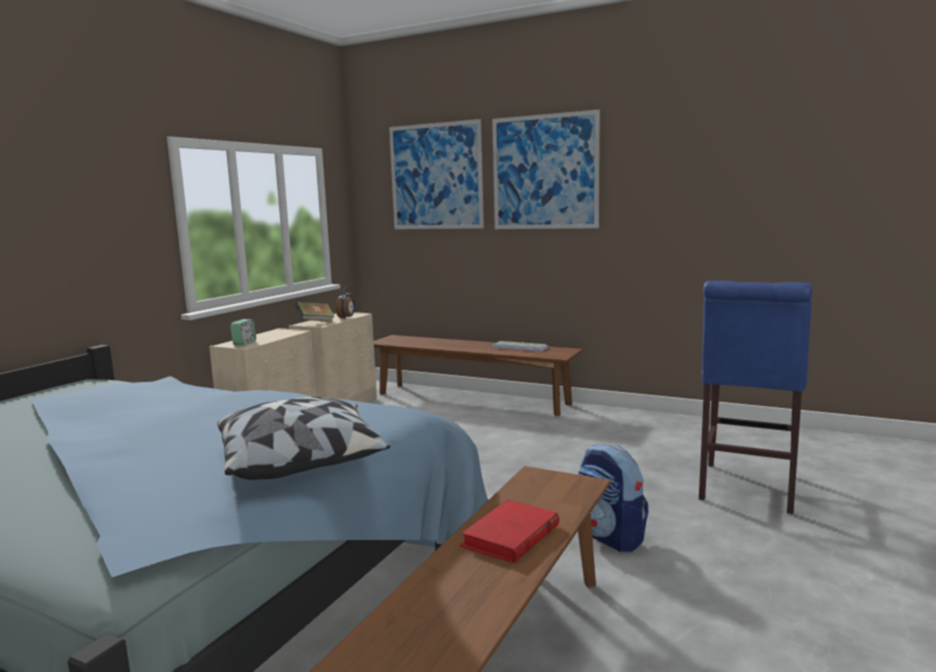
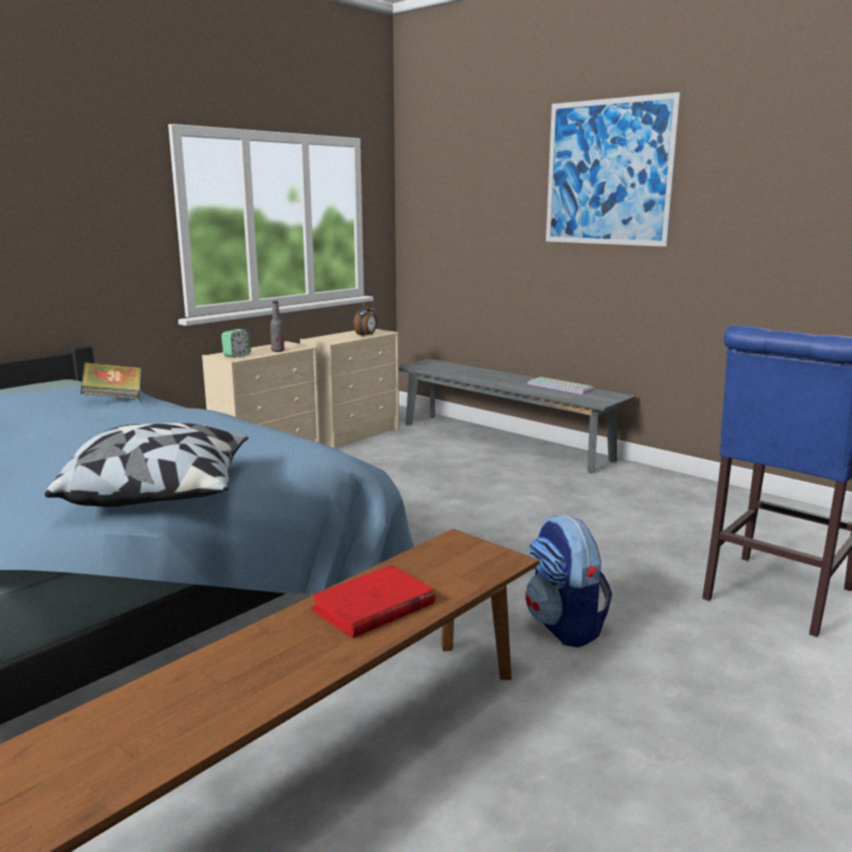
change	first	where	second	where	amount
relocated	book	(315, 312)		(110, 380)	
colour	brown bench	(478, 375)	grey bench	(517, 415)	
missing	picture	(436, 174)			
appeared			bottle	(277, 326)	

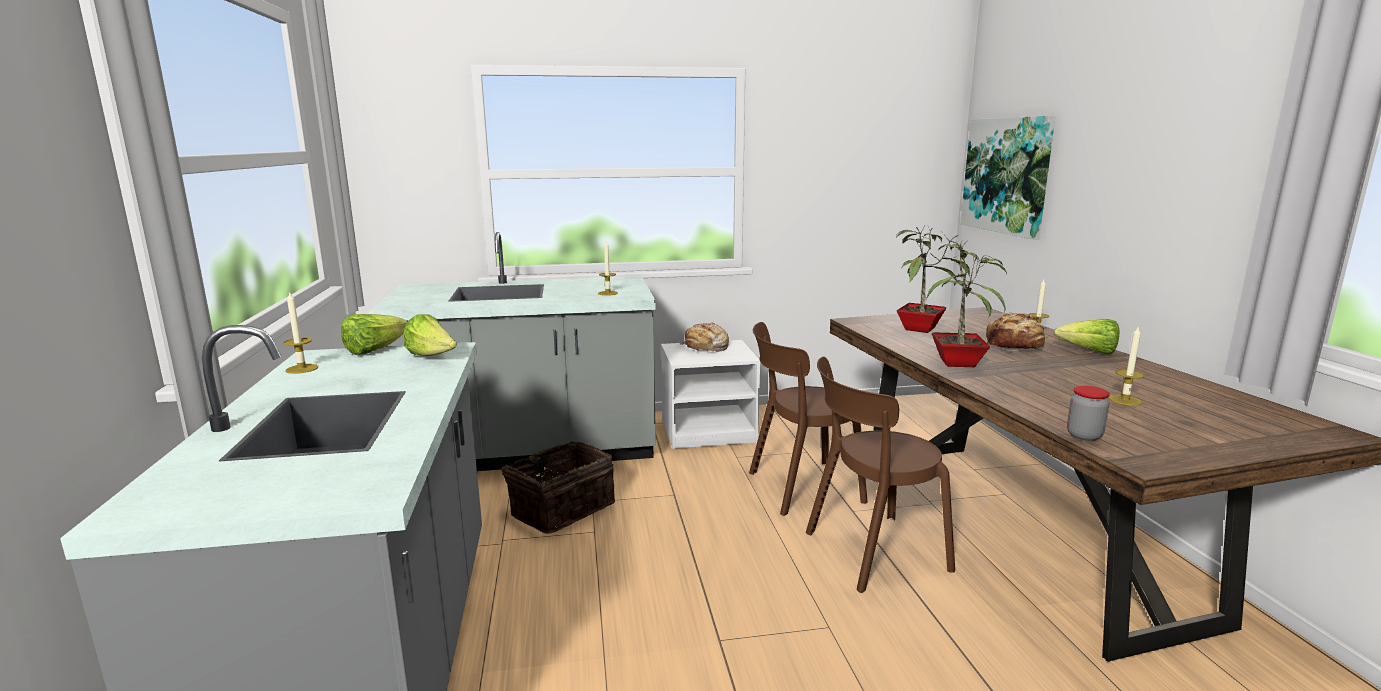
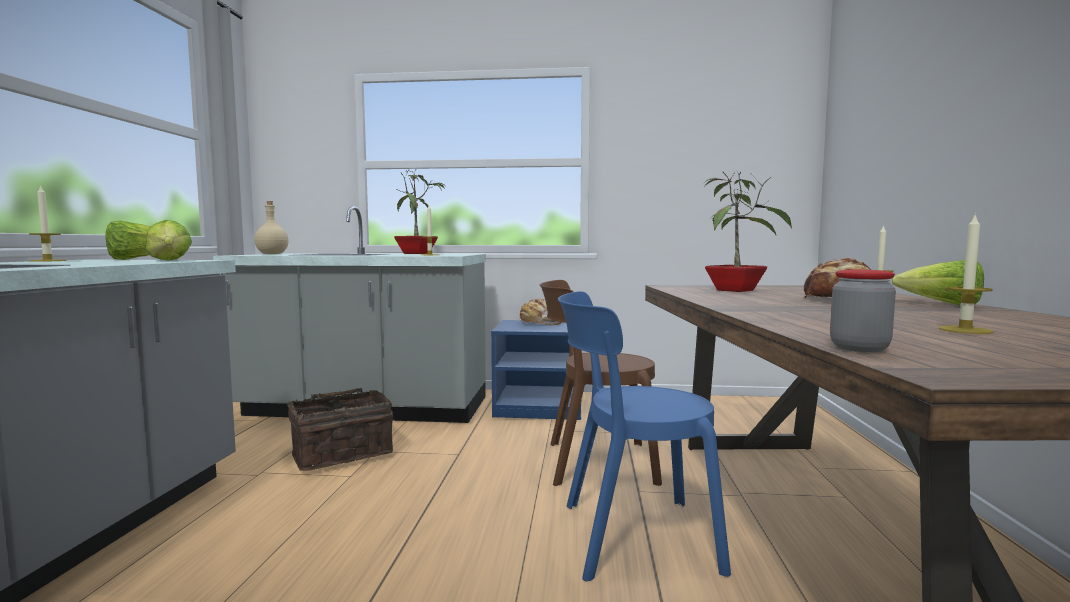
change	first	where	second	where	amount
colour	white nightstand	(710, 394)	blue nightstand	(536, 370)	
colour	brown chair	(880, 475)	blue chair	(644, 436)	
relocated	potted plant	(966, 304)		(419, 212)	
missing	picture	(1007, 177)			
appeared			beige bottle	(271, 227)	

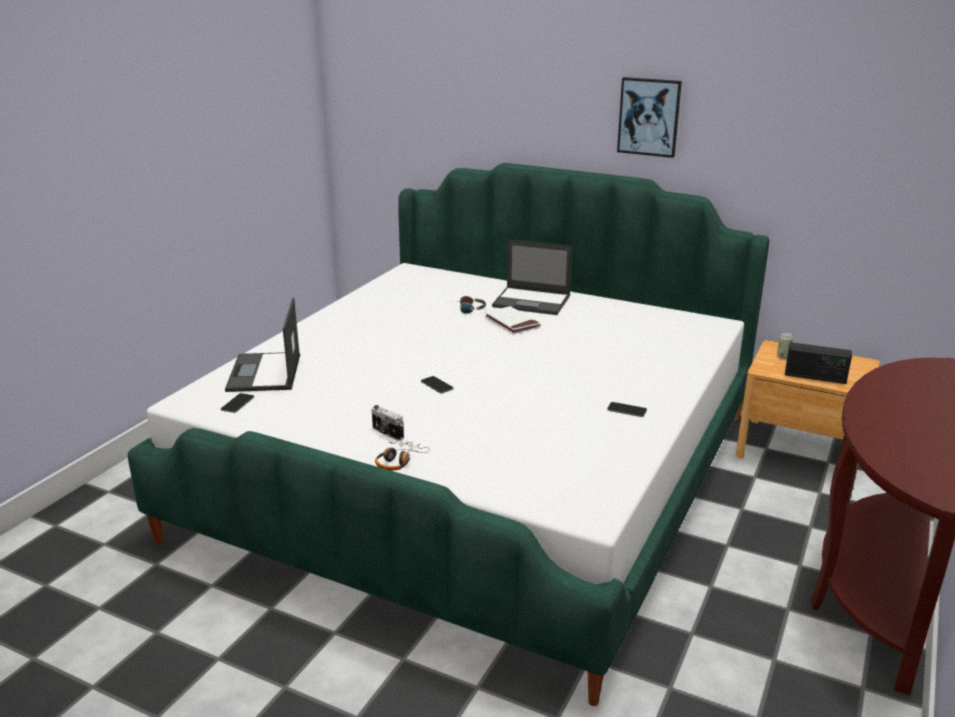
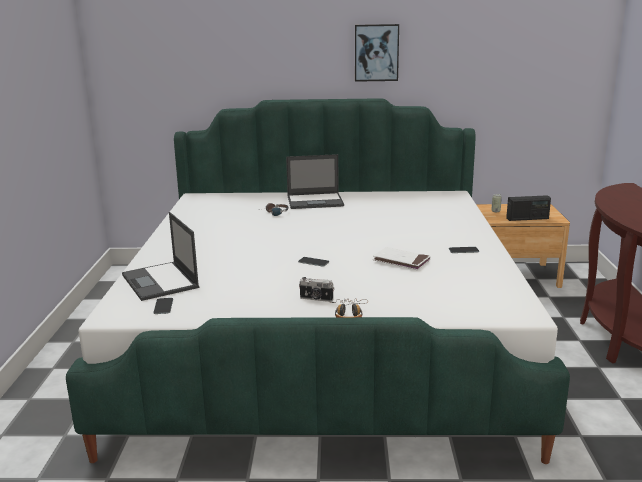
change	first	where	second	where	amount
relocated	white book	(512, 320)		(401, 258)	

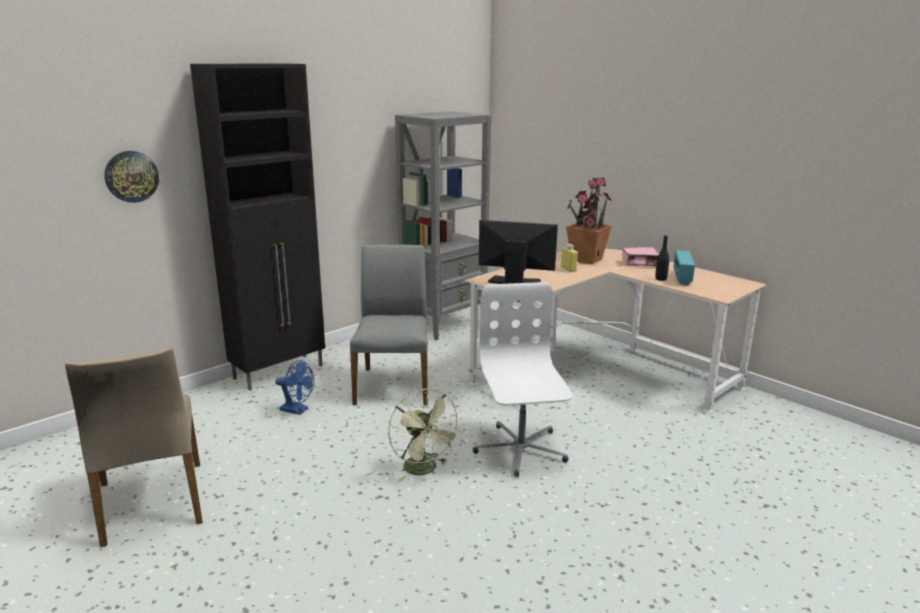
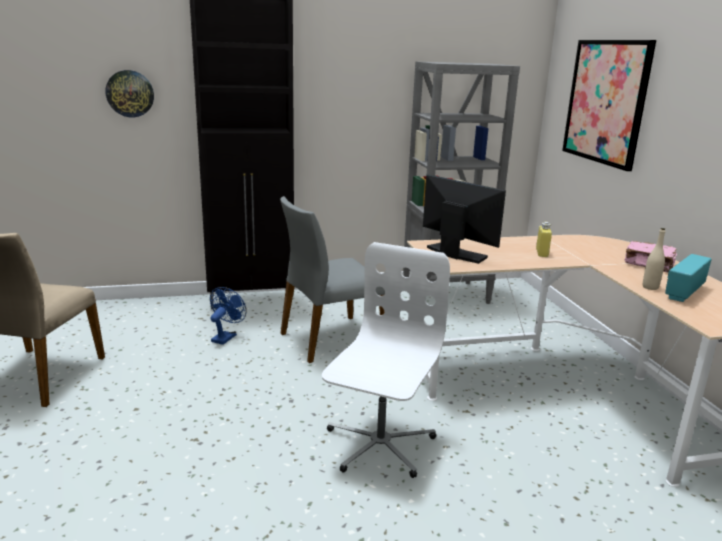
change	first	where	second	where	amount
spun	blue fan	(294, 387)		(228, 316)	120 degrees counterclockwise
spun	grey chair	(389, 325)		(332, 279)	150 degrees counterclockwise
missing	green fan	(425, 435)			
missing	potted plant	(589, 221)			
colour	black bottle	(662, 258)	beige bottle	(654, 259)	
appeared			picture	(609, 105)	

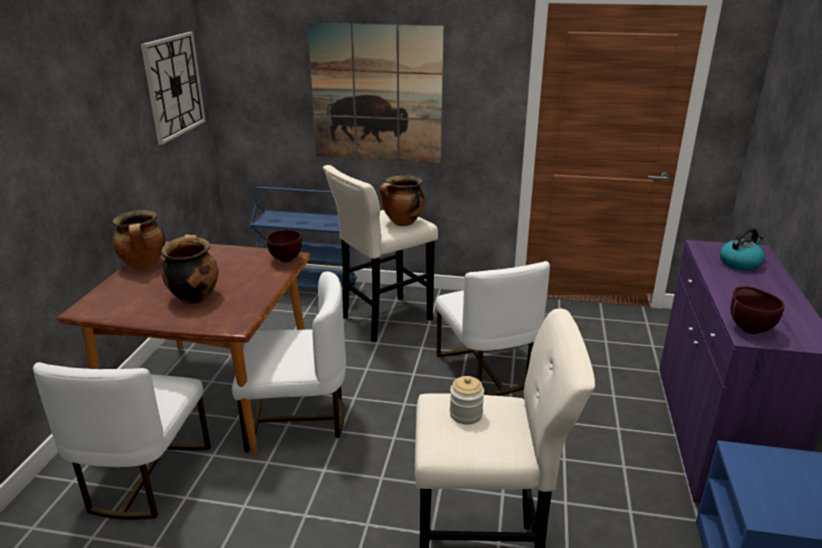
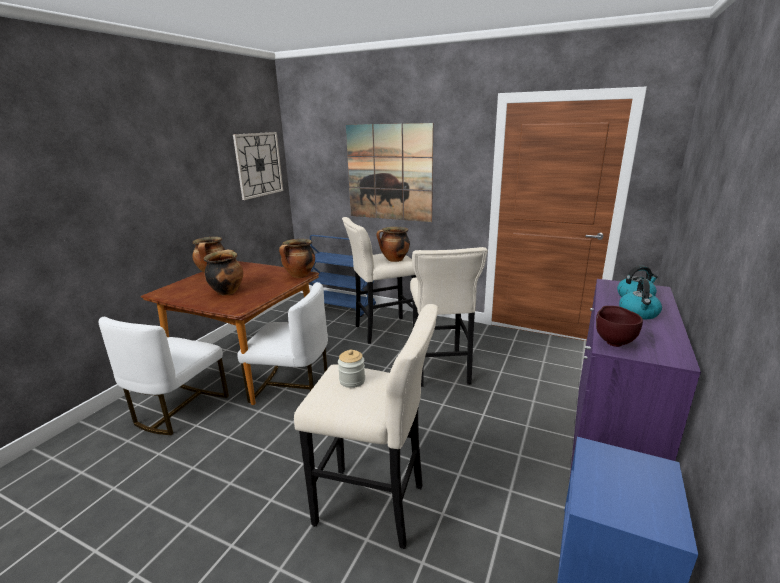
change	first	where	second	where	amount
exchanged	brown bowl	(284, 246)	cooking pot	(297, 258)	
exchanged	white chair	(493, 328)	beige stool	(449, 317)	
appeared			kettle	(640, 299)	

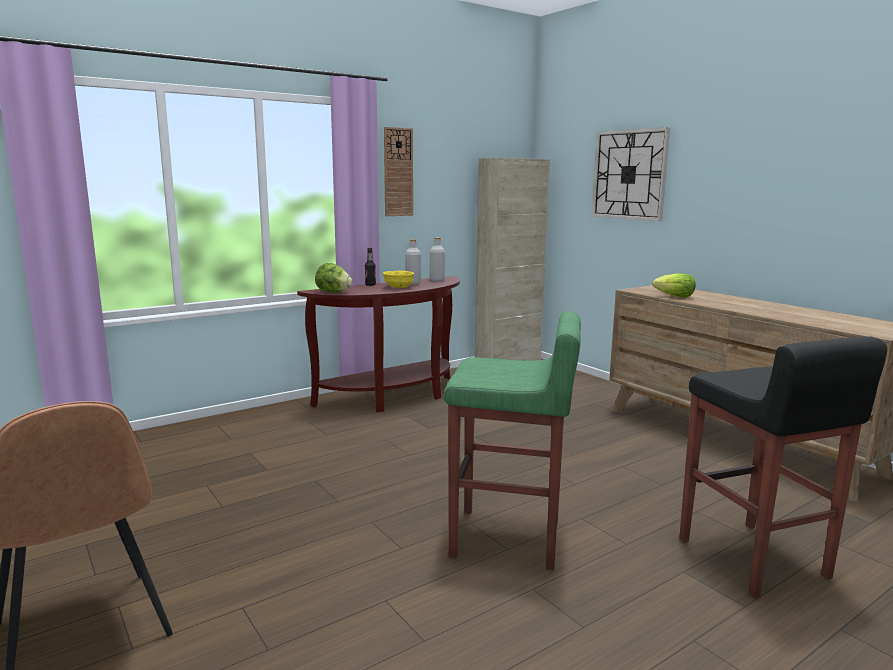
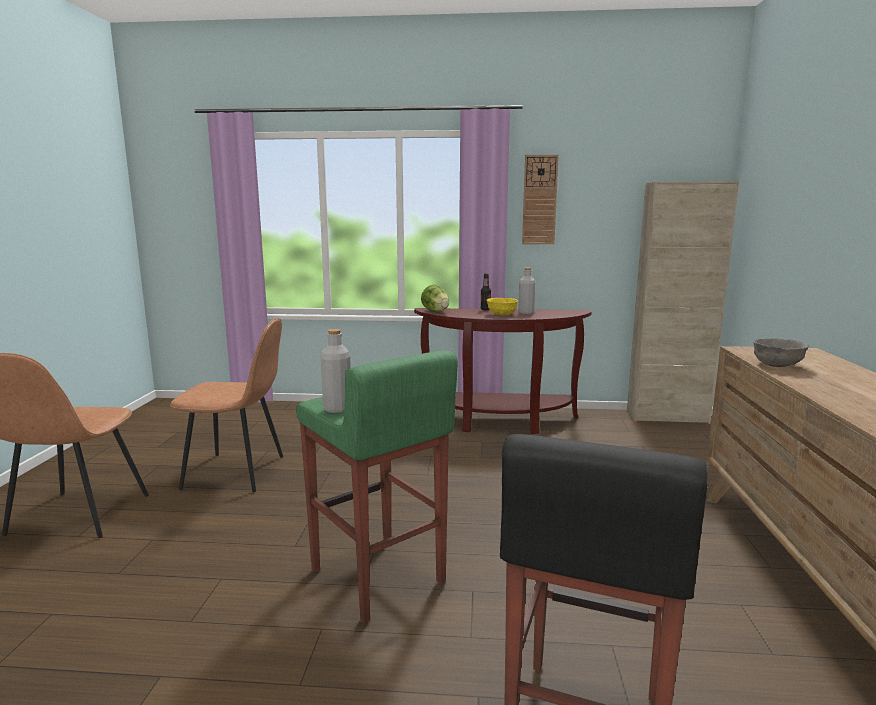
change	first	where	second	where	amount
relocated	grey bottle	(437, 259)		(336, 371)	
missing	wall clock	(631, 174)			
exchanged	lettuce	(674, 285)	grey bowl	(781, 352)	
appeared			brown chair	(226, 405)	

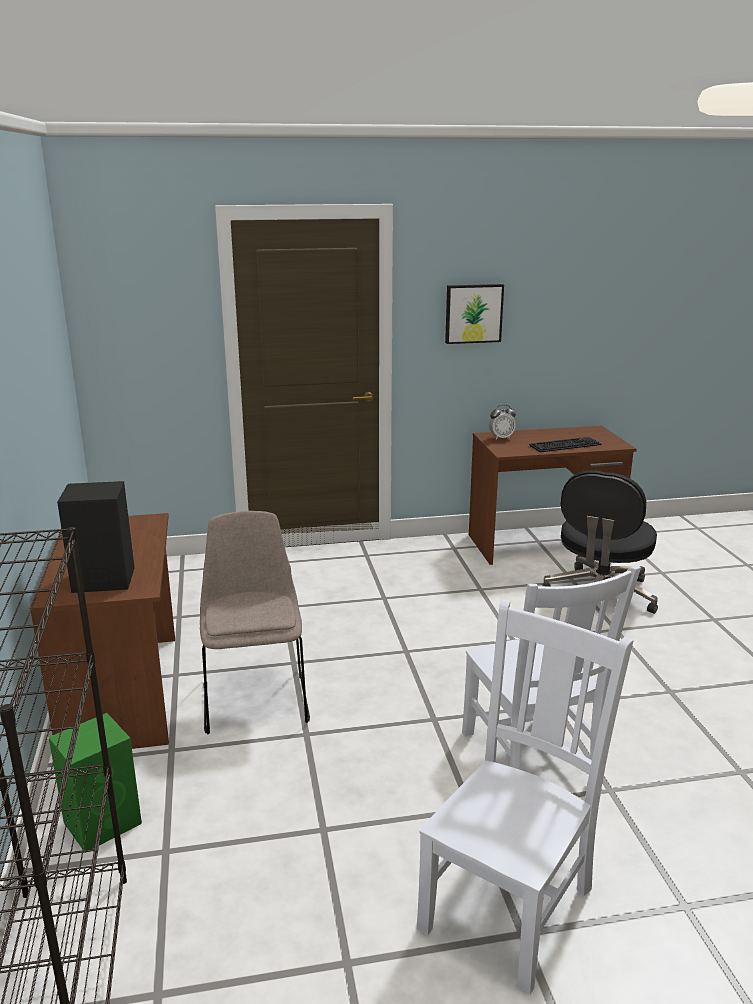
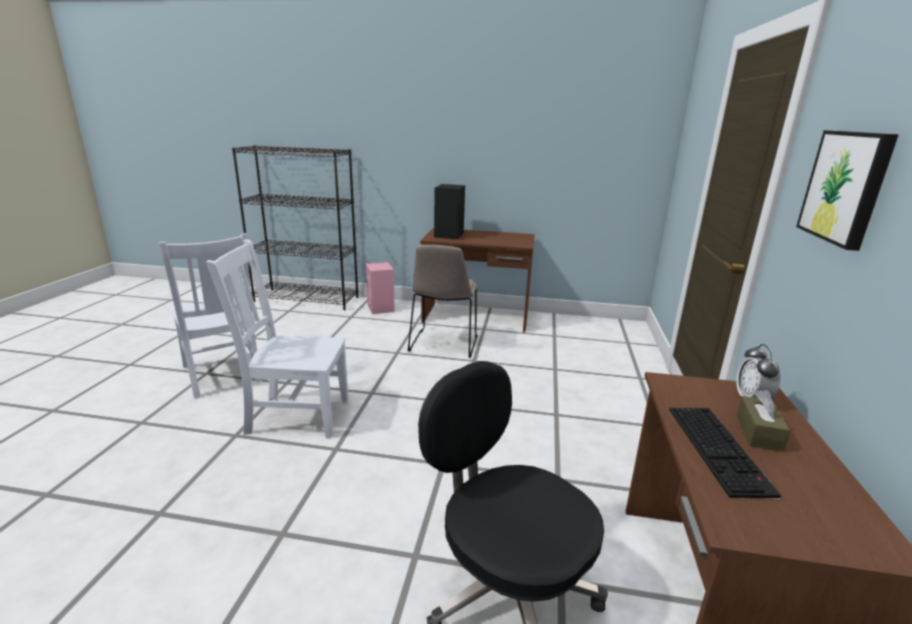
change	first	where	second	where	amount
colour	green speaker	(95, 783)	pink speaker	(380, 288)	
spun	beige chair	(255, 622)		(442, 301)	90 degrees clockwise
appeared			brown tissue box	(763, 421)	

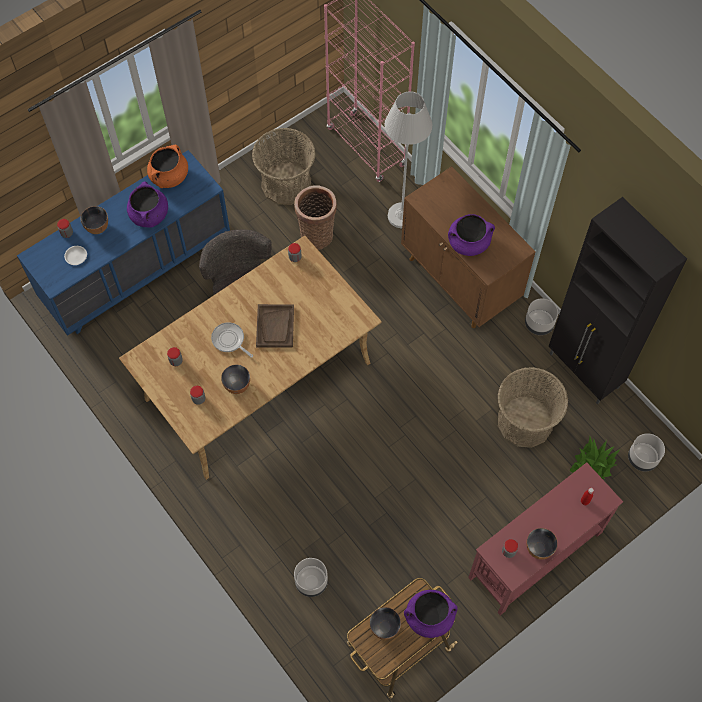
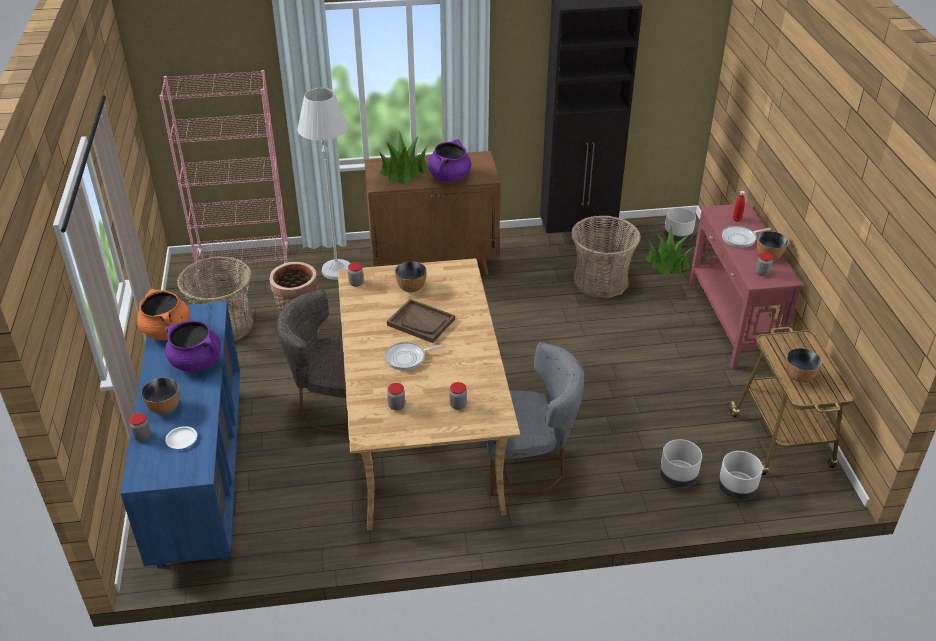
change	first	where	second	where	amount
relocated	bowl	(235, 379)		(411, 276)	
missing	purple cooking pot	(431, 614)			
relocated	grey planter	(541, 316)		(740, 475)	
appeared			potted plant	(404, 158)	
appeared			grey chair	(535, 419)	
appeared			frying pan	(746, 237)	

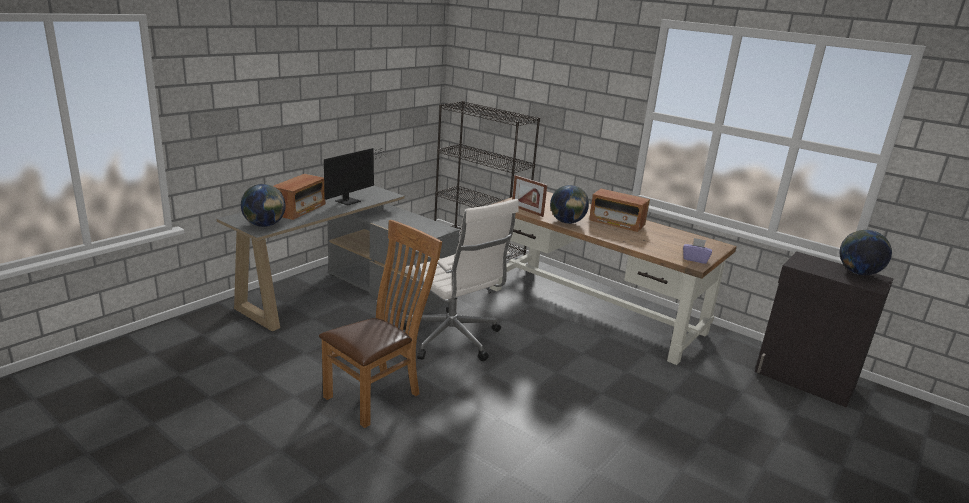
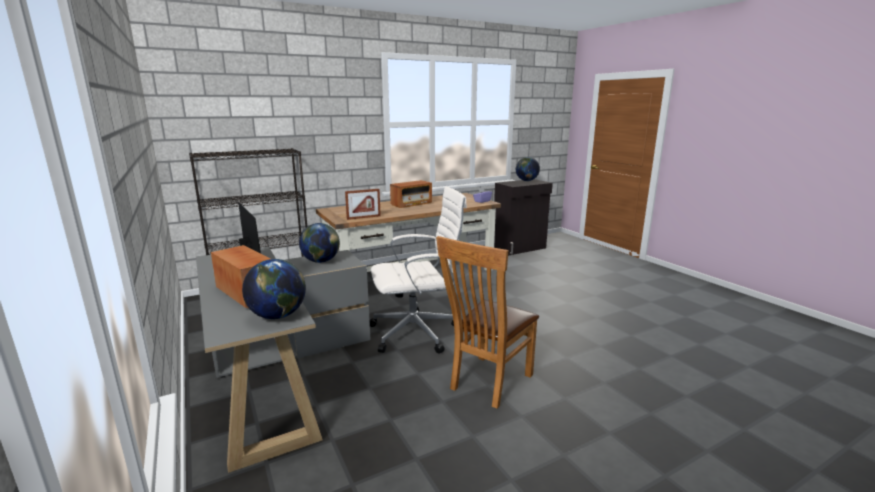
change	first	where	second	where	amount
spun	brown chair	(380, 324)		(487, 322)	120 degrees counterclockwise
relocated	globe	(569, 204)		(319, 243)	

